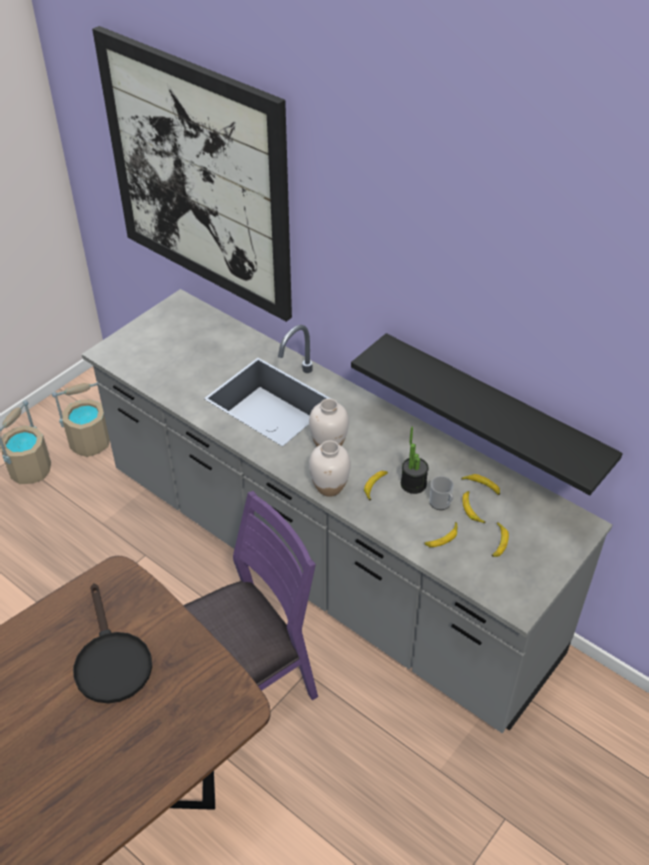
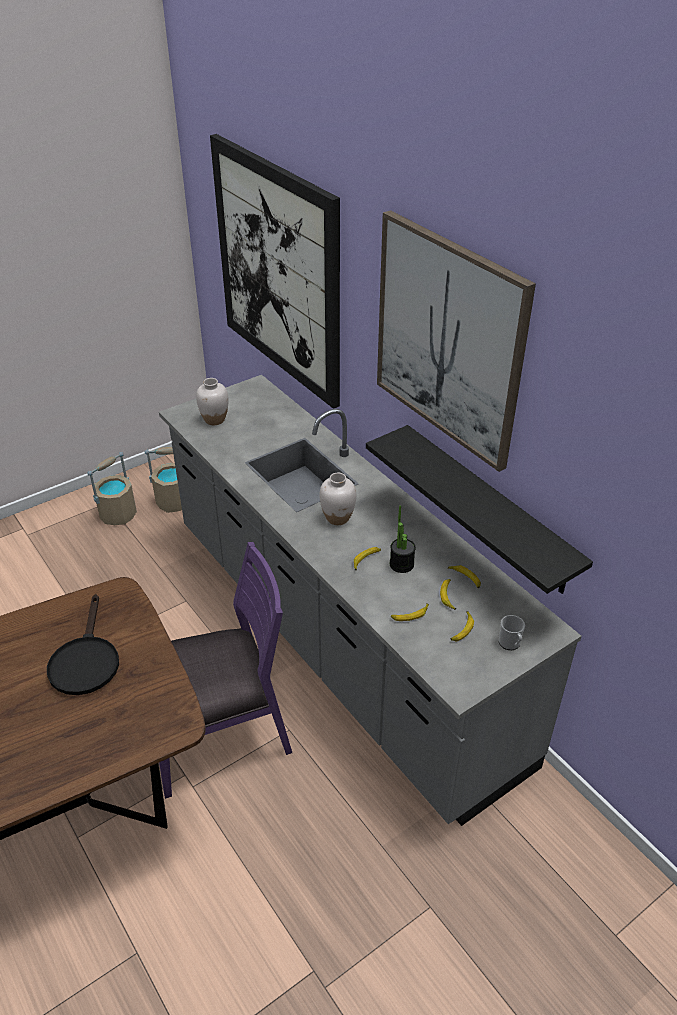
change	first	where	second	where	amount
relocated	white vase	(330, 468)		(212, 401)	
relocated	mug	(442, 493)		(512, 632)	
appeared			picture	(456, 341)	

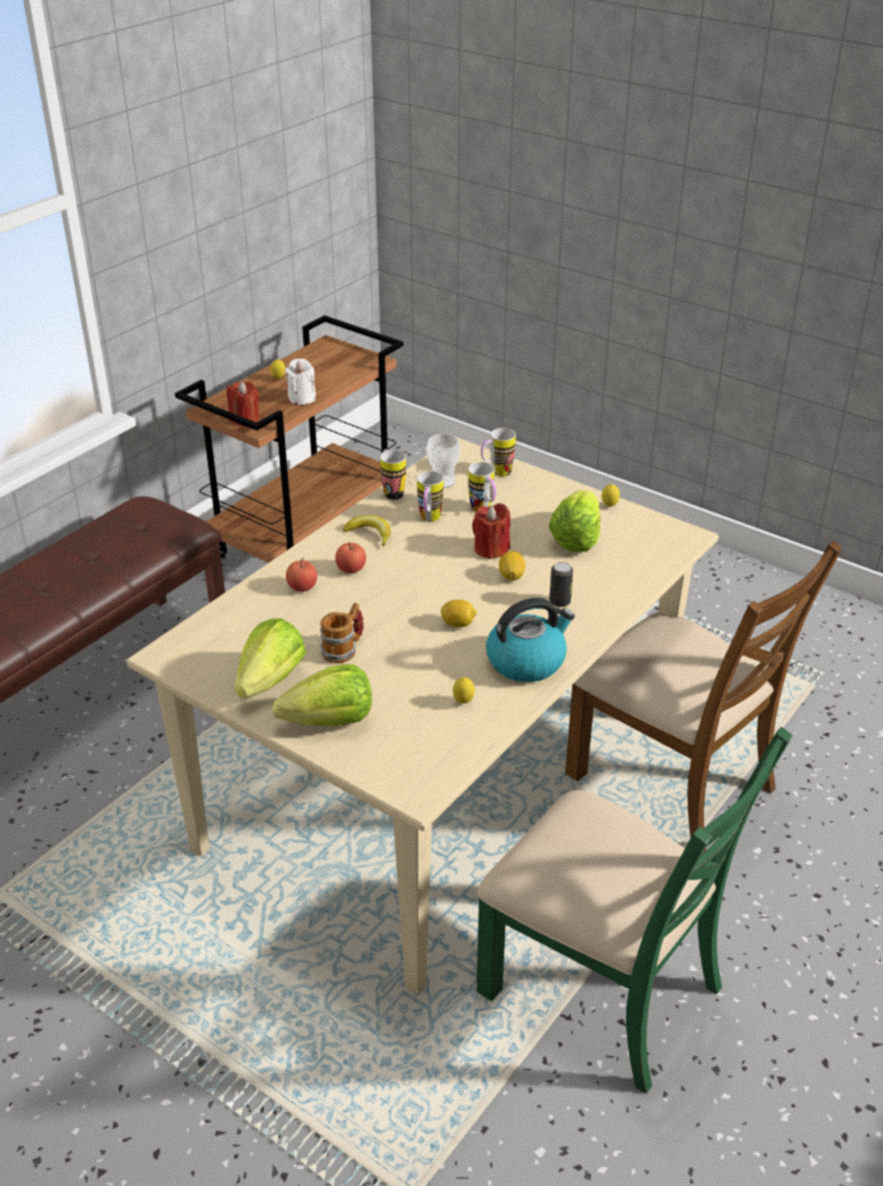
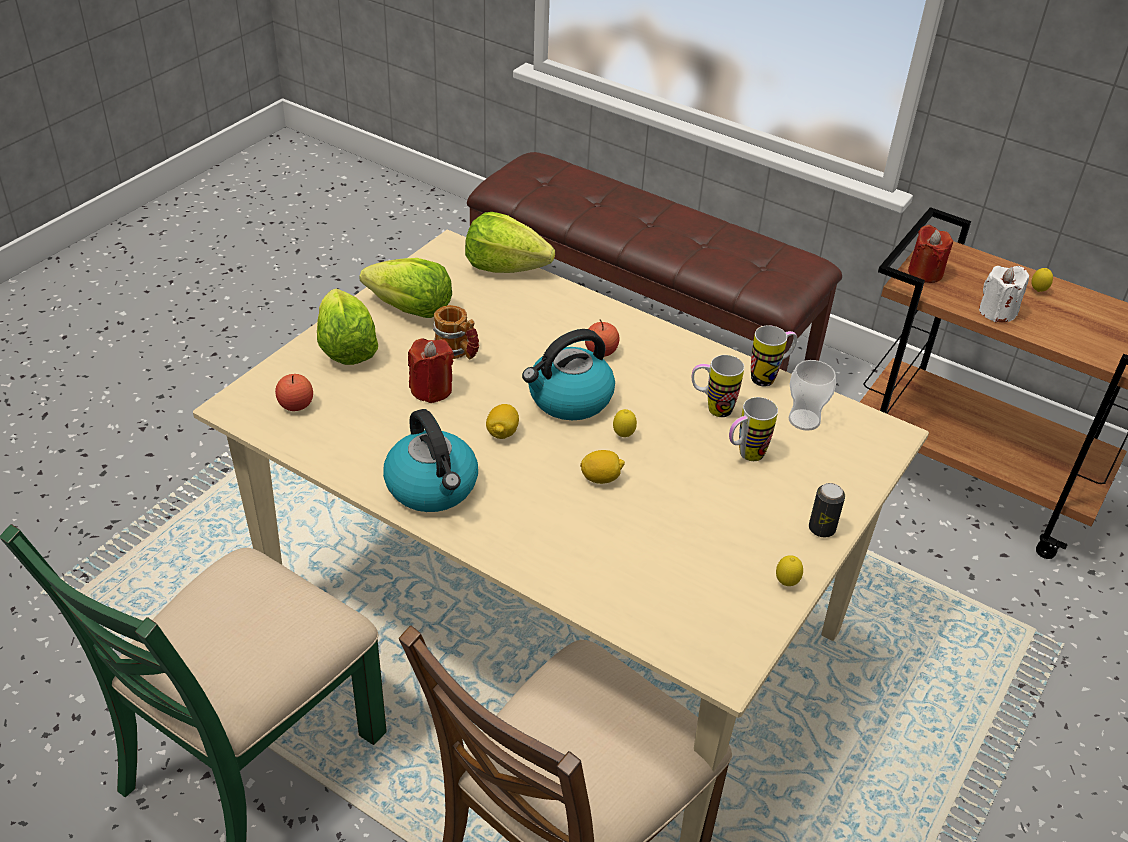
change	first	where	second	where	amount
relocated	apple	(301, 575)		(294, 392)	
missing	banana	(367, 531)			
relocated	lemon	(464, 690)		(625, 423)	
relocated	red candle	(491, 531)		(431, 370)	
missing	mug	(498, 452)			
relocated	lettuce	(574, 521)		(510, 242)	
relocated	can	(561, 584)		(827, 510)	
appeared			kettle	(568, 374)	

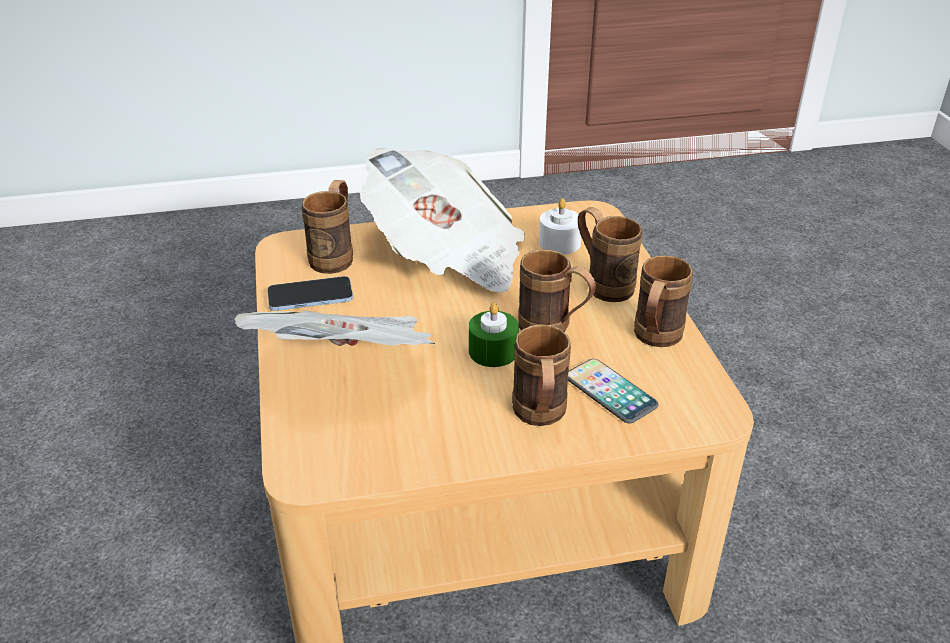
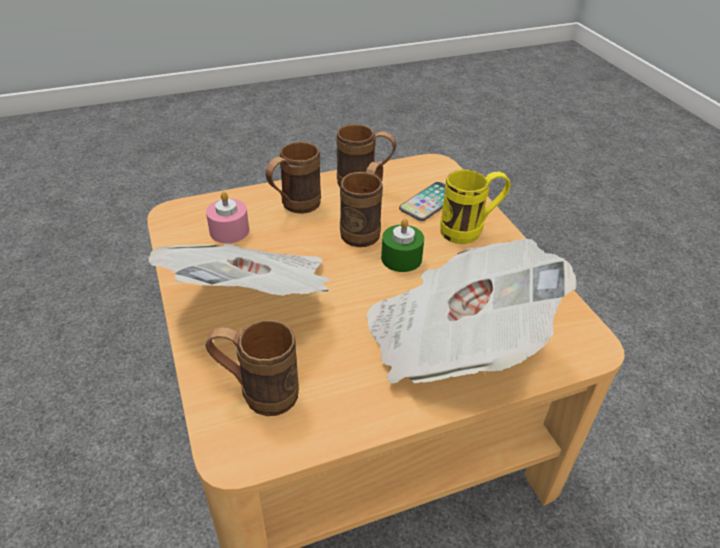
change	first	where	second	where	amount
missing	phone	(310, 293)			
colour	brown mug	(541, 375)	yellow mug	(475, 206)	
colour	white candle	(560, 226)	pink candle	(227, 217)	

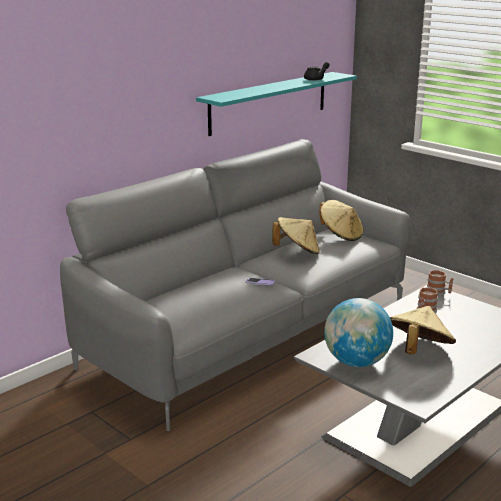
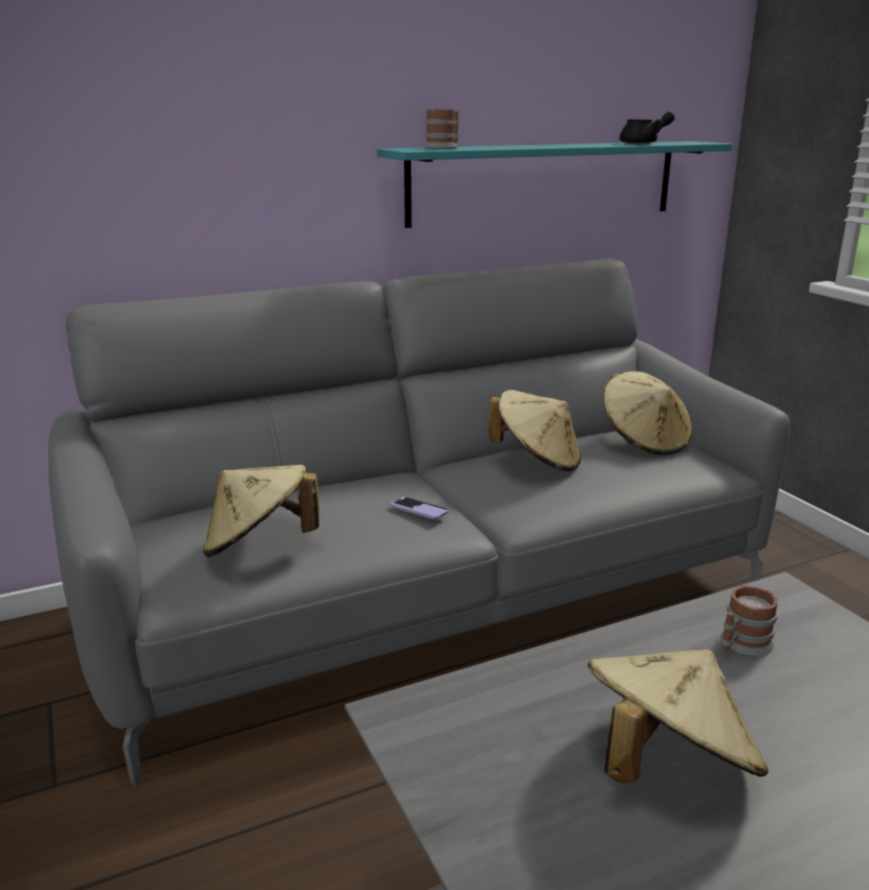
change	first	where	second	where	amount
missing	globe	(358, 332)			
relocated	mug	(440, 283)		(441, 129)	
appeared			beige hat	(261, 510)	

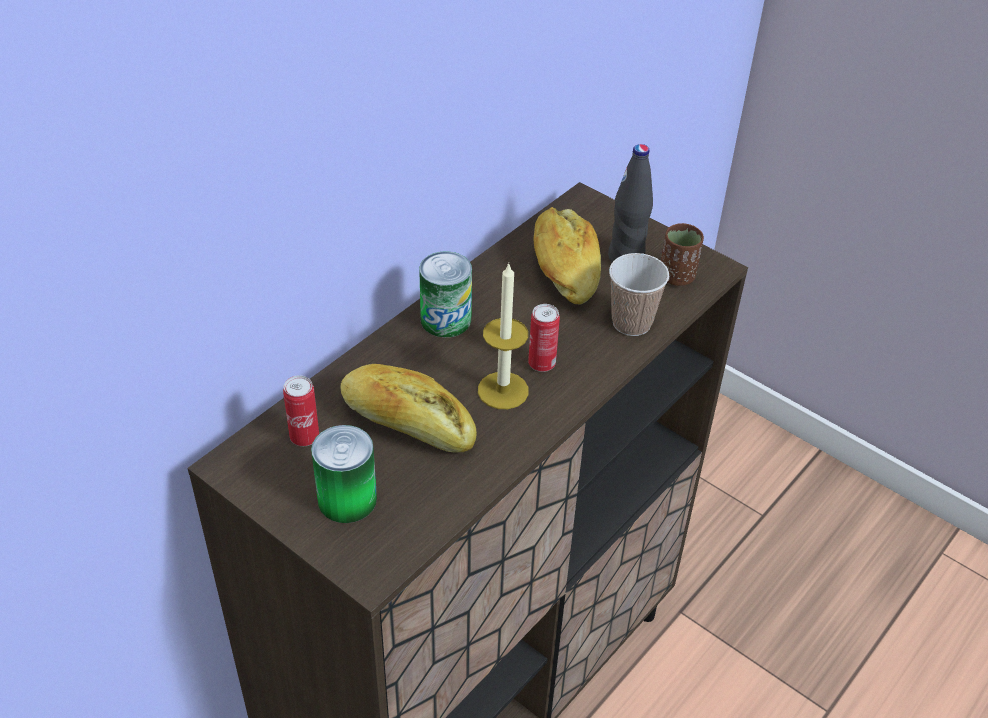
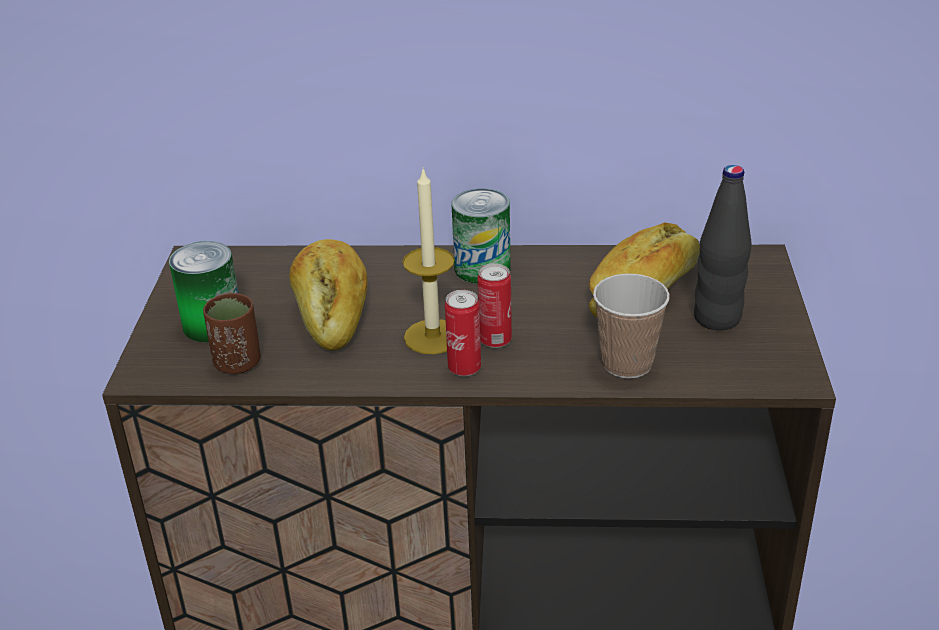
change	first	where	second	where	amount
relocated	can	(301, 410)		(463, 333)	
relocated	brown cup	(682, 254)		(232, 333)	

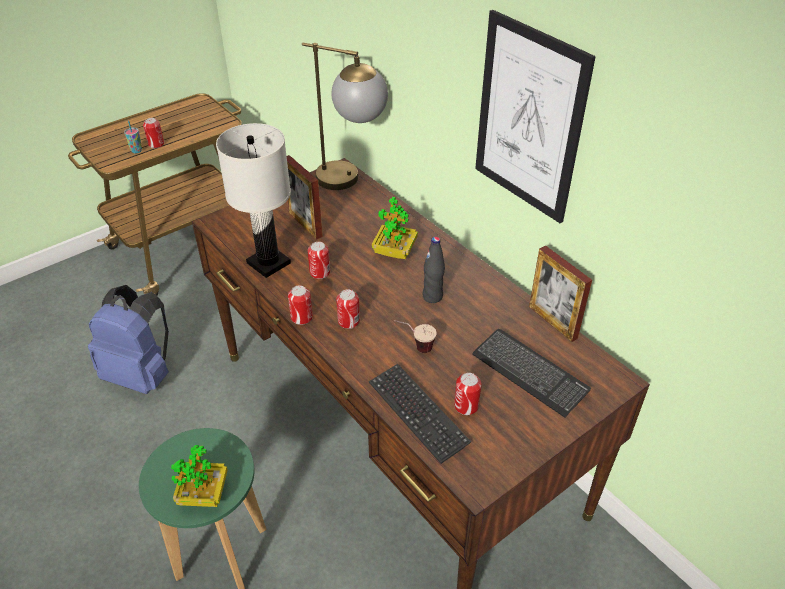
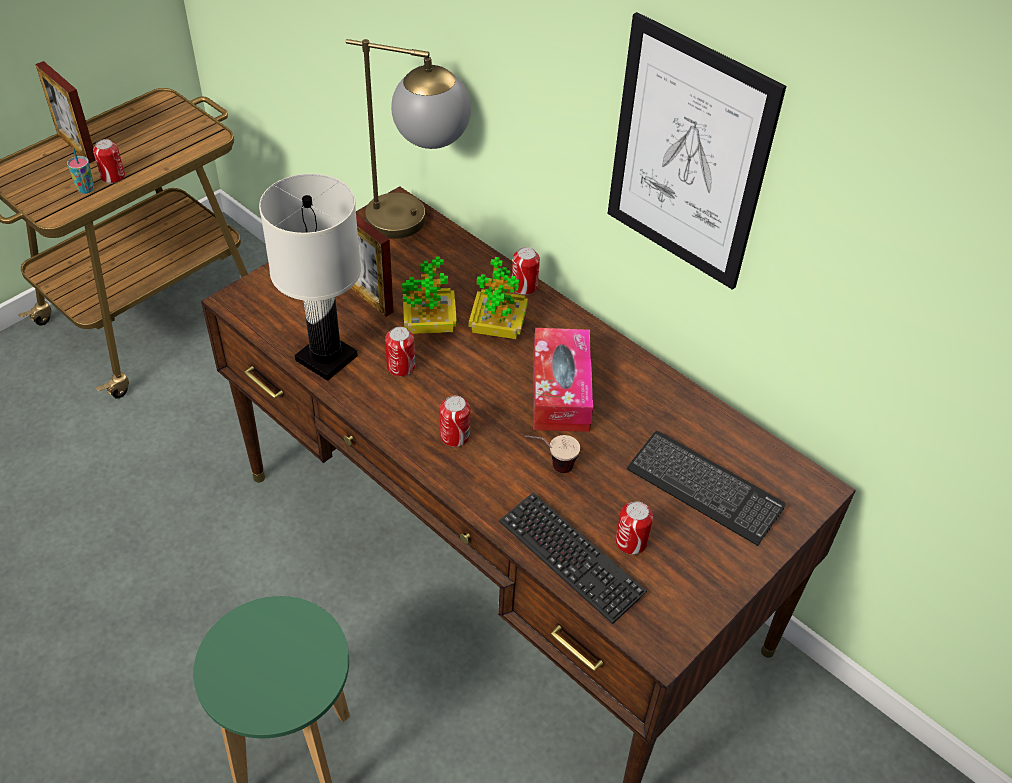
change	first	where	second	where	amount
missing	blue backpack	(128, 339)			
relocated	potted plant	(199, 476)		(429, 295)	
relocated	can	(300, 305)		(526, 271)	
exchanged	black bottle	(434, 270)	tissue box	(563, 380)	
relocated	picture frame	(560, 293)		(65, 112)	

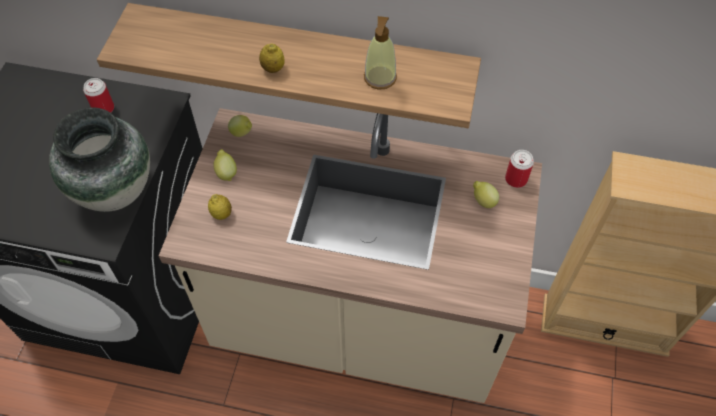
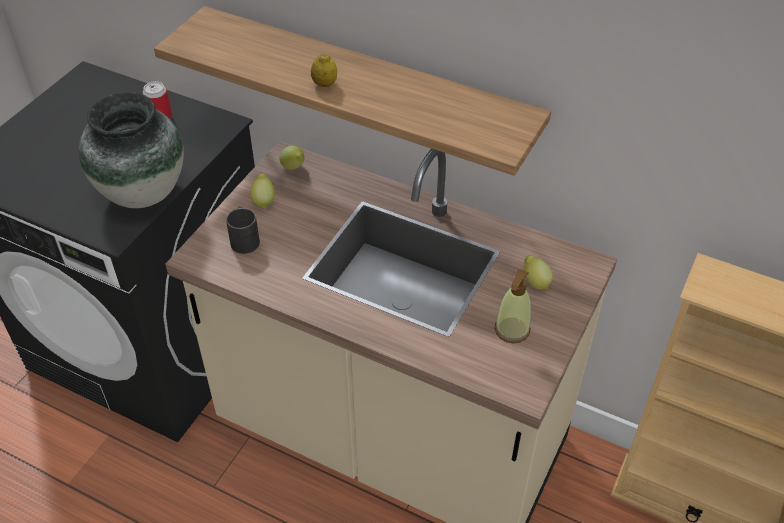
change	first	where	second	where	amount
exchanged	lemon	(220, 207)	black mug	(243, 230)	
relocated	soap dispenser	(380, 52)		(512, 306)	
missing	can	(519, 169)			

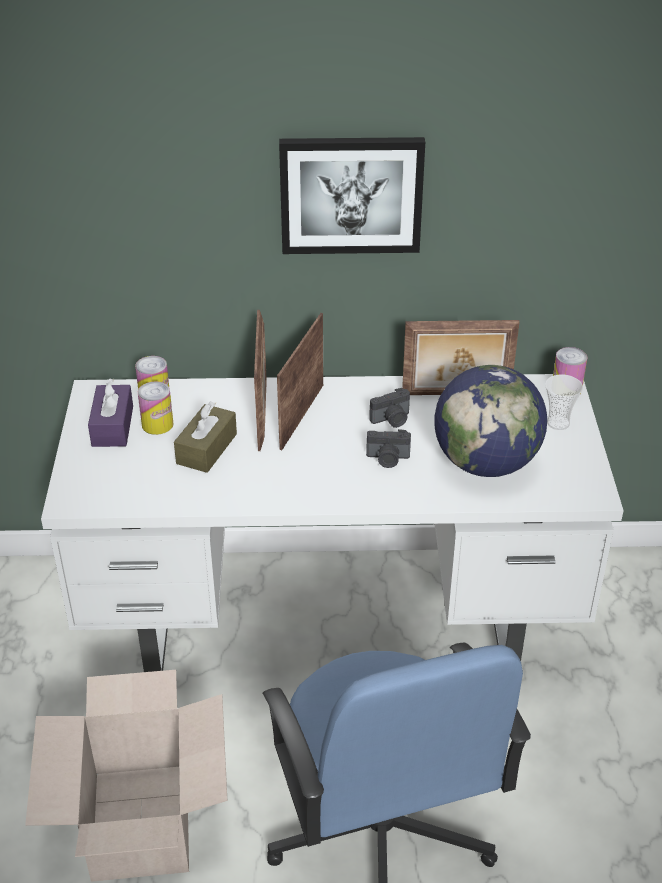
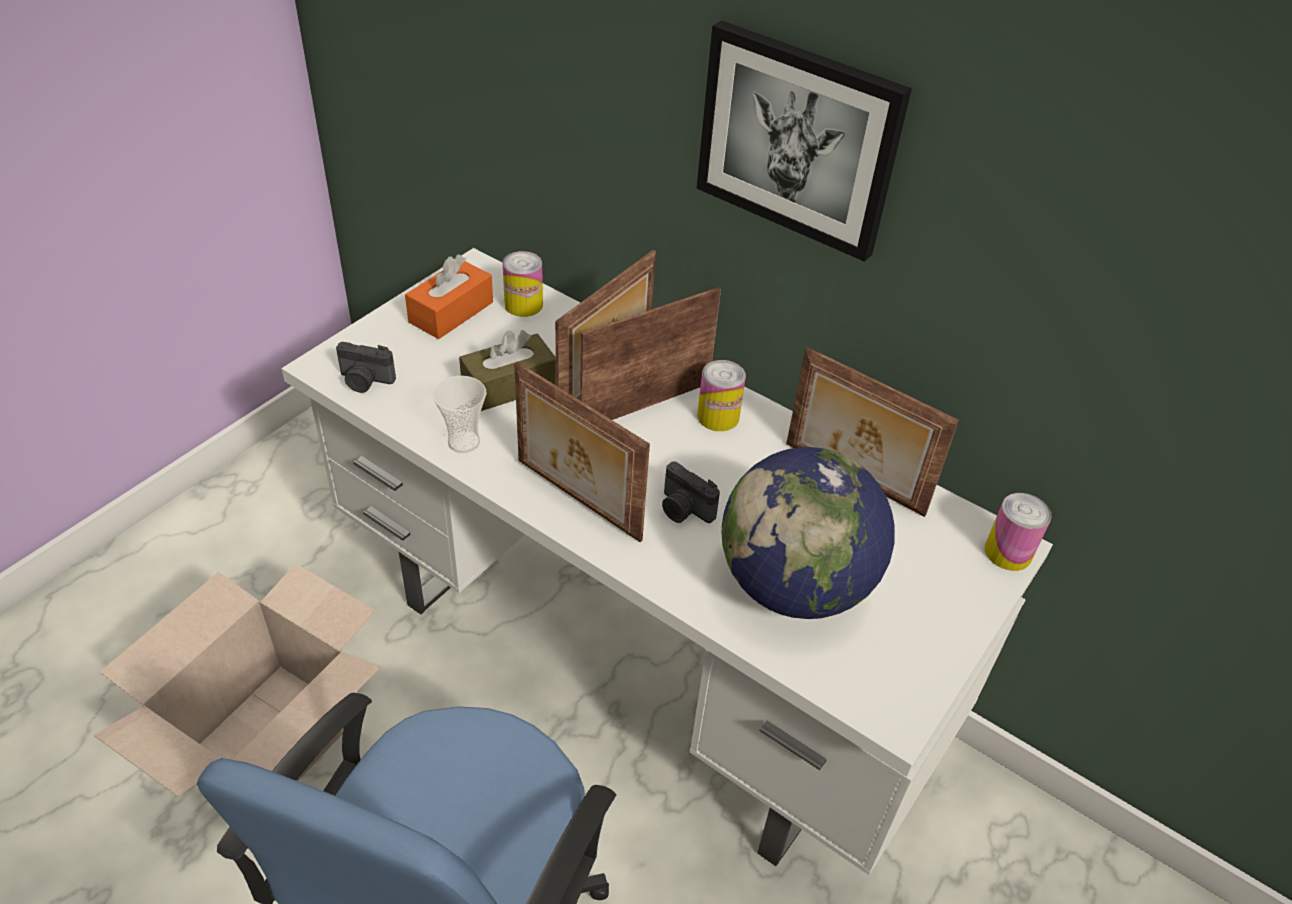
change	first	where	second	where	amount
colour	purple tissue box	(110, 413)	orange tissue box	(449, 296)	
relocated	can	(155, 408)		(721, 395)	
relocated	photo camera	(389, 408)		(366, 367)	
relocated	cup	(564, 402)		(460, 414)	
appeared			picture frame	(582, 452)	

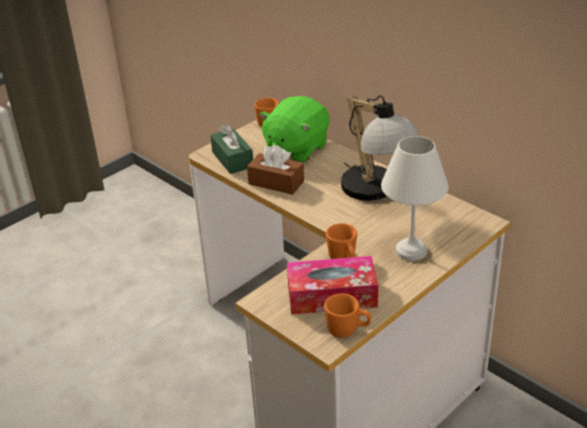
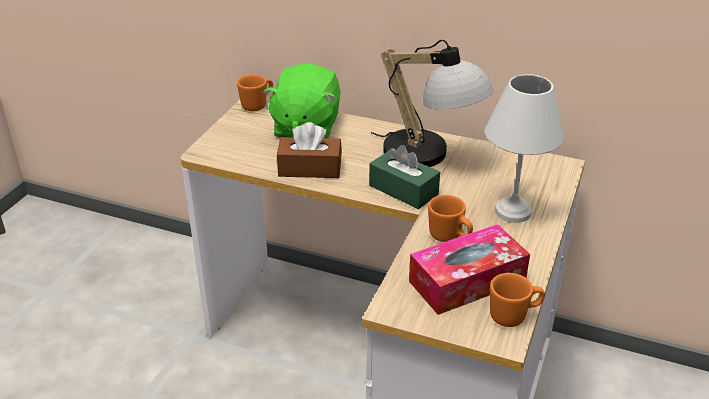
change	first	where	second	where	amount
relocated	green tissue box	(231, 149)		(404, 177)	

